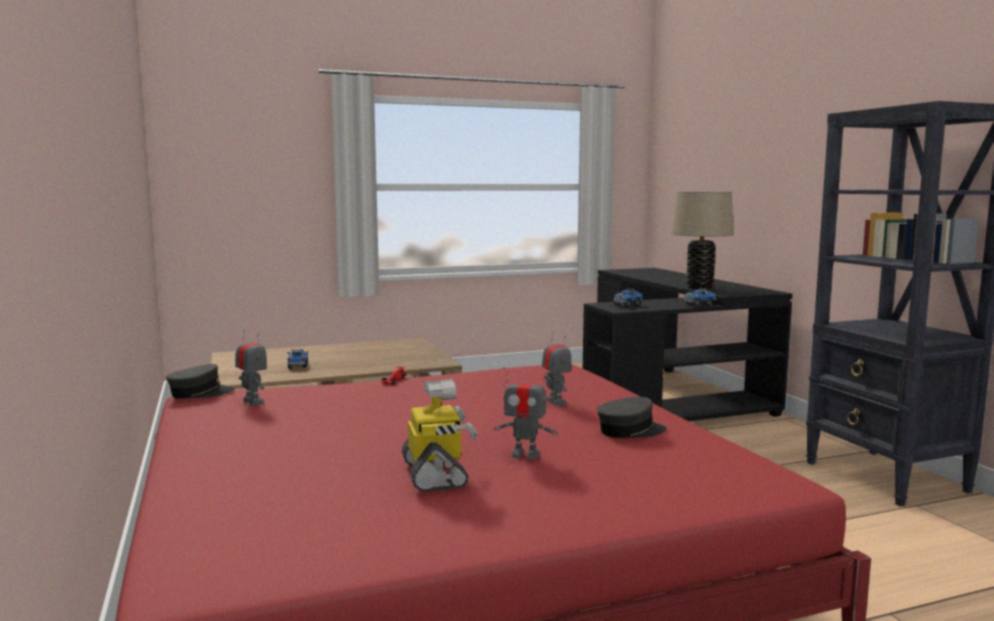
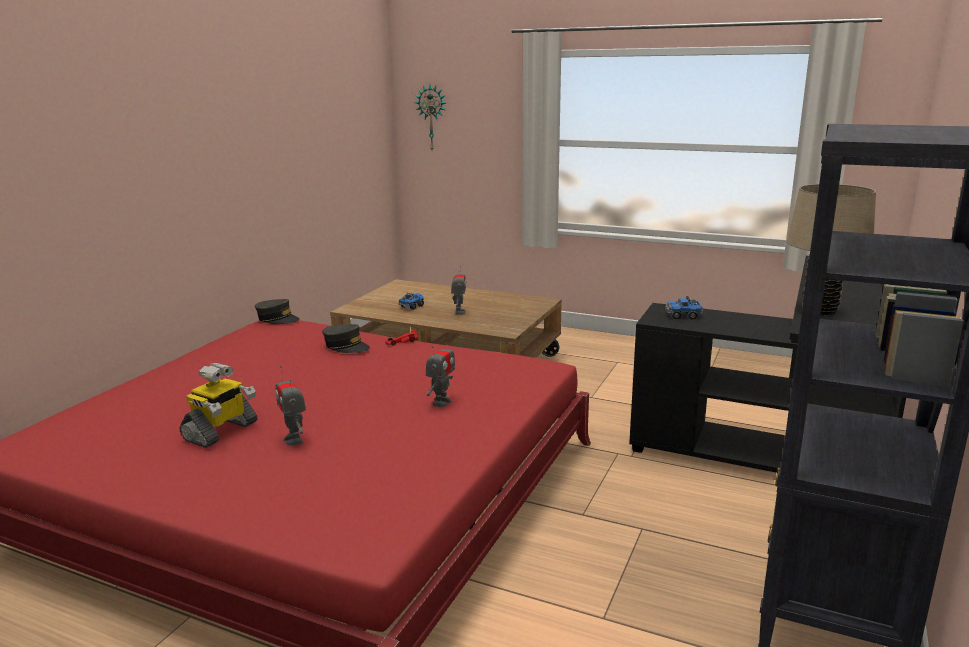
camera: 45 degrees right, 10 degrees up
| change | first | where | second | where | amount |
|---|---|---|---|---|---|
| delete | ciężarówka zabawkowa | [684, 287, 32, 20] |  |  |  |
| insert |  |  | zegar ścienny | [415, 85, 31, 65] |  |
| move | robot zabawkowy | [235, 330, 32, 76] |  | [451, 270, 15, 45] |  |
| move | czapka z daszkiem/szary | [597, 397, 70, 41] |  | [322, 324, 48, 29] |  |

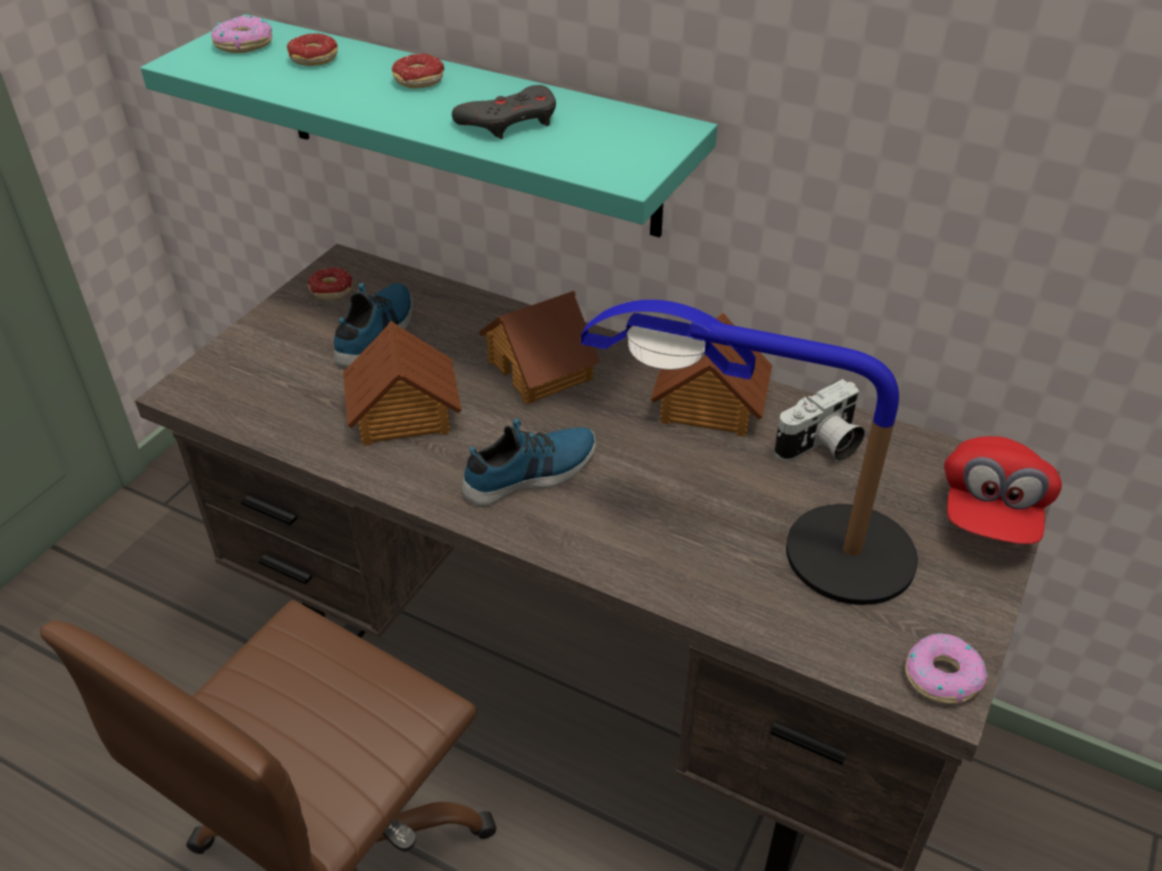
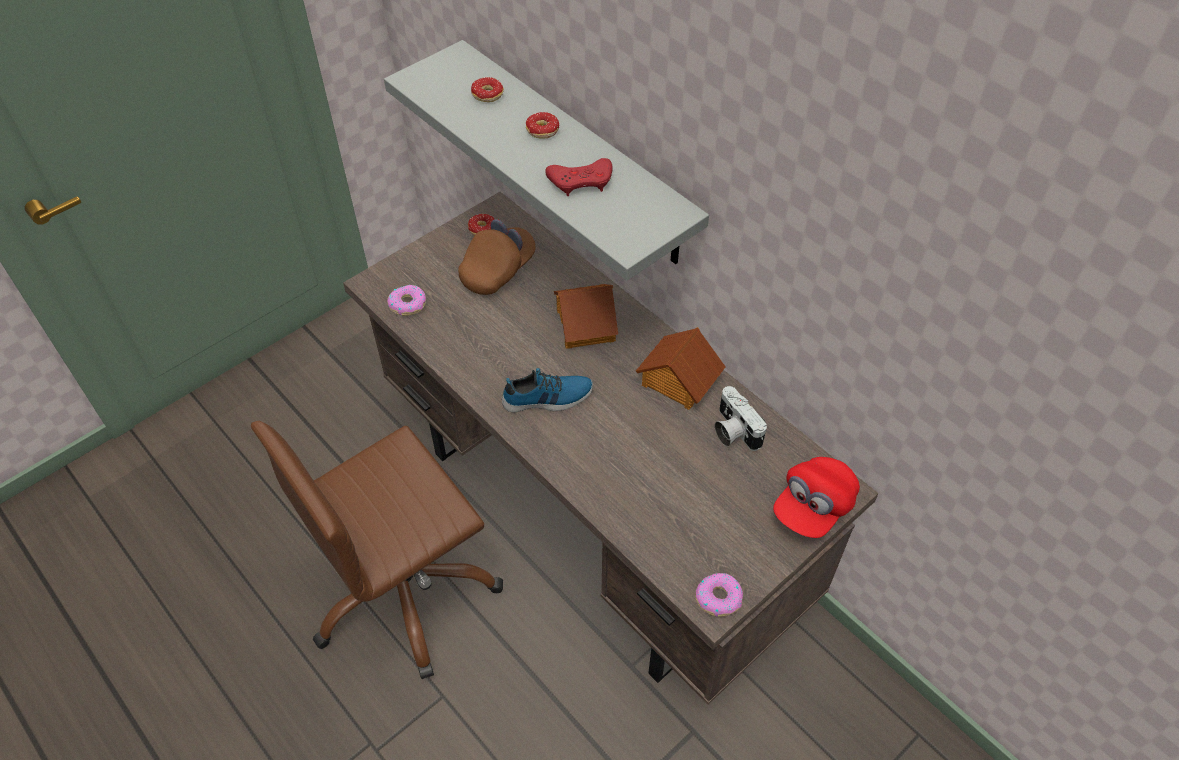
camera: 20 degrees right, 10 degrees up
| change | first | where | second | where | amount |
|---|---|---|---|---|---|
| delete | domek | [343, 321, 119, 125] |  |  |  |
| delete | lampa stołowa | [581, 300, 337, 305] |  |  |  |
| move | donut | [211, 15, 61, 38] |  | [387, 285, 39, 31] |  |
| replace | but | [334, 283, 79, 86] | czapka z daszkiem/brązowy | [458, 219, 77, 76] |  |
| recolor | półka/turkusowy | [141, 14, 576, 224] | półka/szary | [384, 40, 325, 241] |  |
| recolor | pad do gier/szary | [452, 85, 104, 54] | pad do gier/czerwony | [545, 158, 68, 38] |  |
| rotate | aparat fotograficzny | [774, 379, 91, 83] |  | [715, 386, 52, 65] | 75 degrees clockwise |

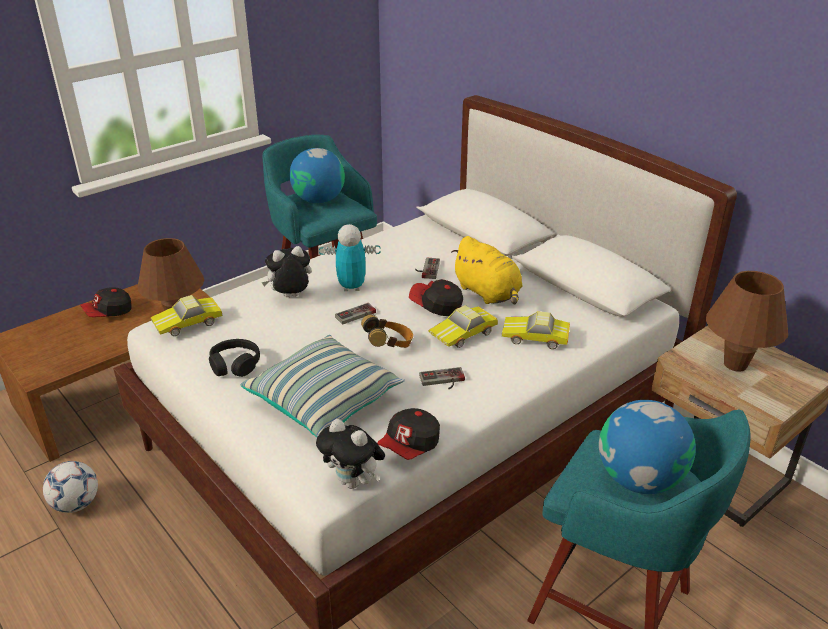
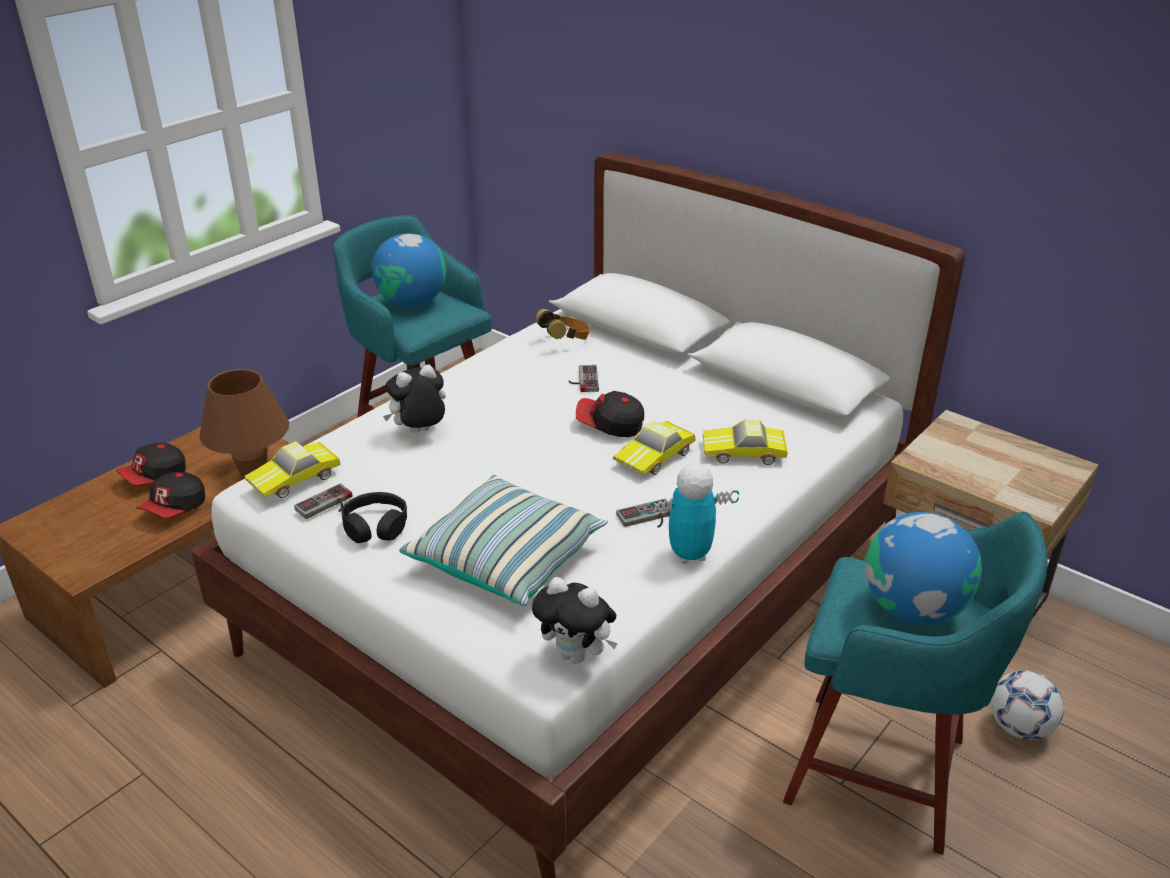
camera: 10 degrees left, 0 degrees up
| change | first | where | second | where | amount |
|---|---|---|---|---|---|
| delete | pluszak/żółty | [451, 236, 72, 69] |  |  |  |
| delete | lampa stołowa/brązowy | [706, 271, 82, 101] |  |  |  |
| move | piłka futbolowa | [43, 461, 55, 52] |  | [991, 670, 73, 70] |  |
| move | robot zabawkowy | [319, 224, 62, 67] |  | [647, 464, 92, 100] |  |
| move | pad do gier | [335, 303, 41, 21] |  | [294, 483, 58, 36] |  |
| move | słuchawki | [361, 314, 52, 34] |  | [535, 308, 55, 32] |  |
| move | czapka z daszkiem | [377, 408, 63, 52] |  | [136, 472, 69, 47] |  |

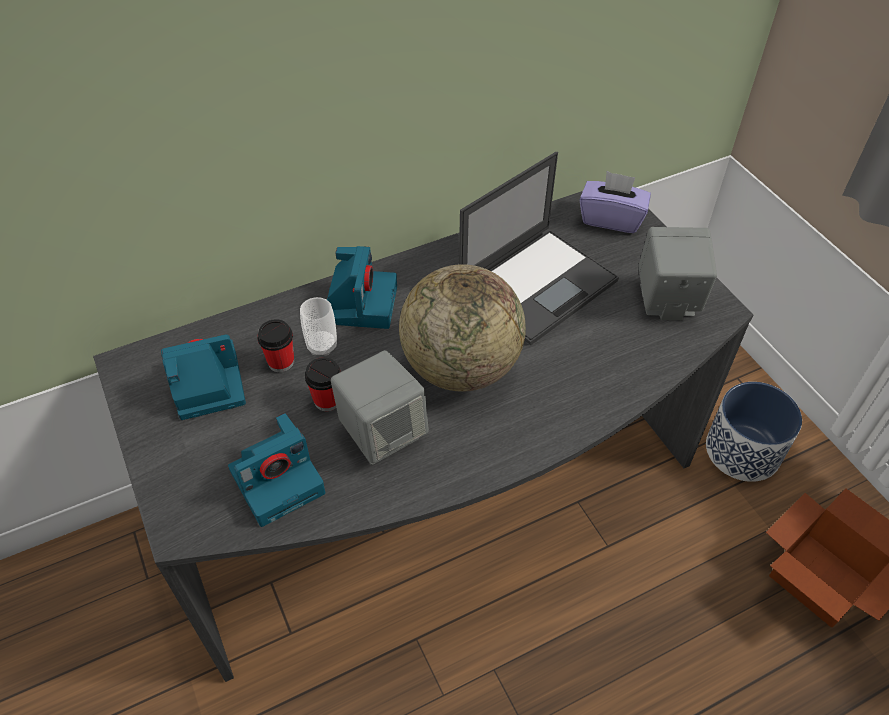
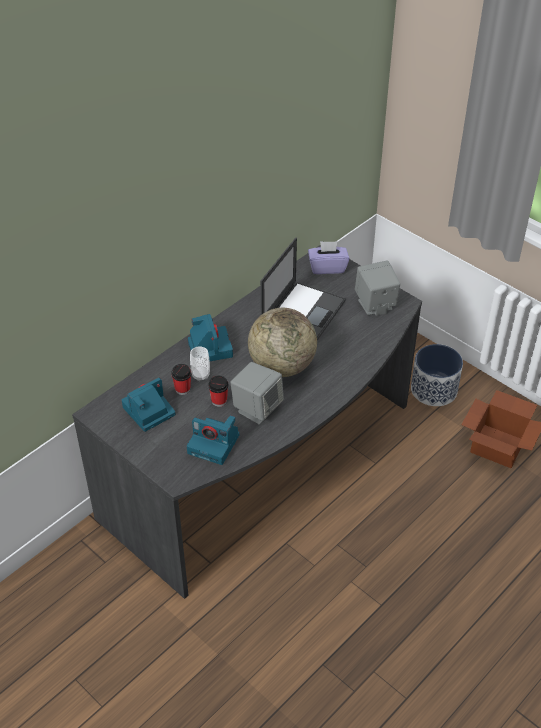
camera: 20 degrees left, 5 degrees down
| change | first | where | second | where | amount |
|---|---|---|---|---|---|
| rotate | aparat fotograficzny | [228, 413, 97, 114] |  | [187, 415, 52, 50] | 75 degrees clockwise |

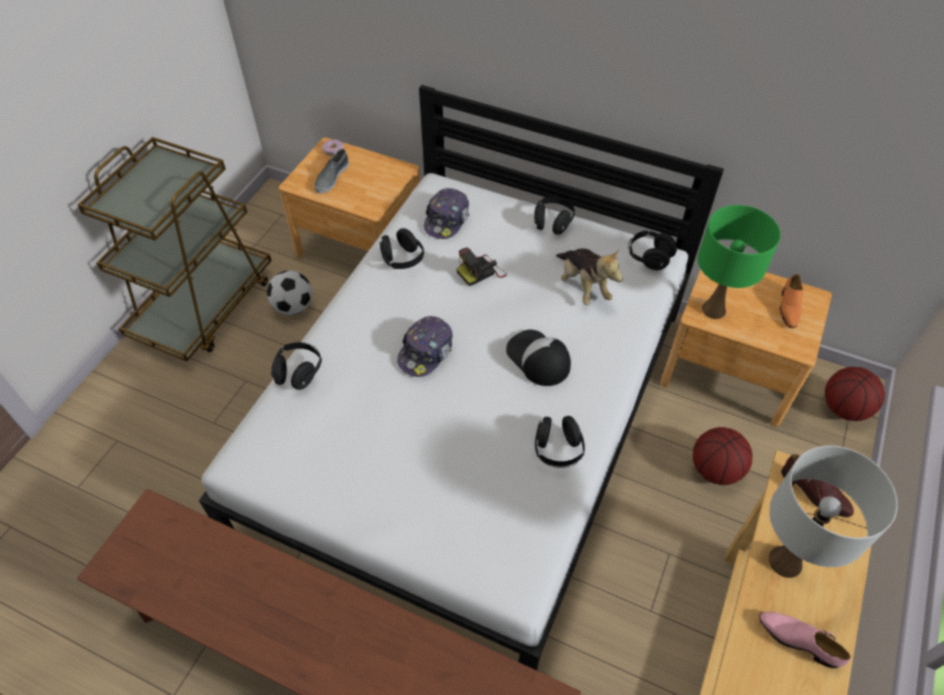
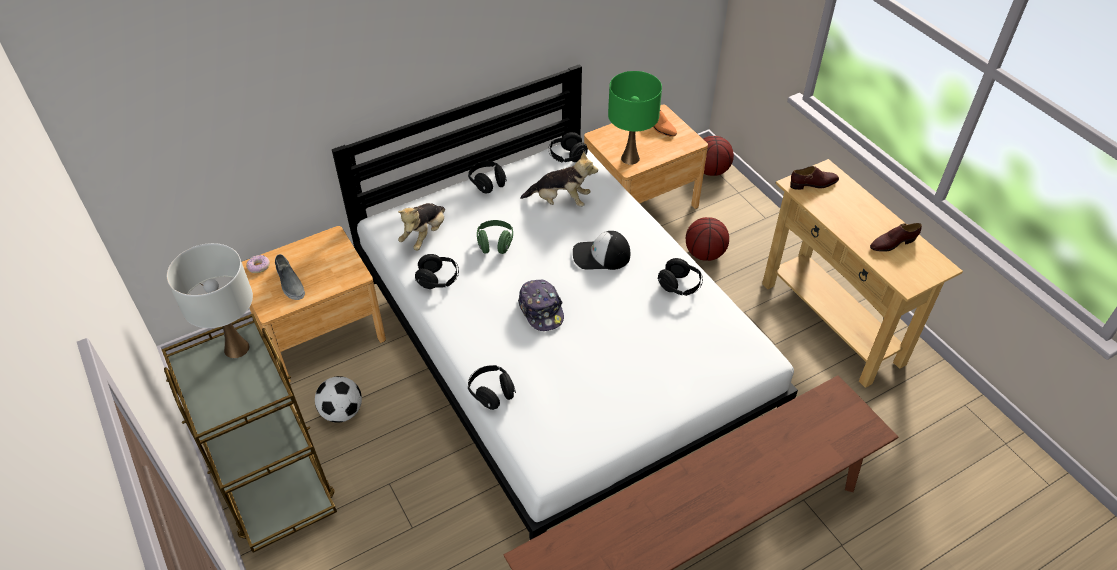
camera: 55 degrees left, 5 degrees down
| change | first | where | second | where | amount |
|---|---|---|---|---|---|
| move | lampa stołowa/biały | [769, 446, 129, 132] |  | [167, 243, 86, 115] |  |
| replace | czapka z daszkiem | [424, 188, 45, 51] | pluszak | [398, 203, 47, 47] |  |
| replace | aparat fotograficzny | [456, 247, 51, 39] | słuchawki/zielony | [477, 220, 36, 34] |  |
| recolor | but/różowy | [759, 612, 92, 56] | but/brązowy | [870, 223, 52, 29] |  |

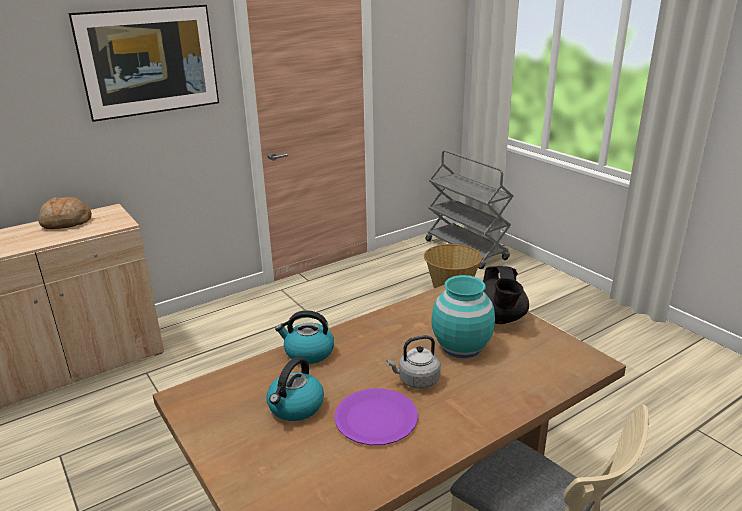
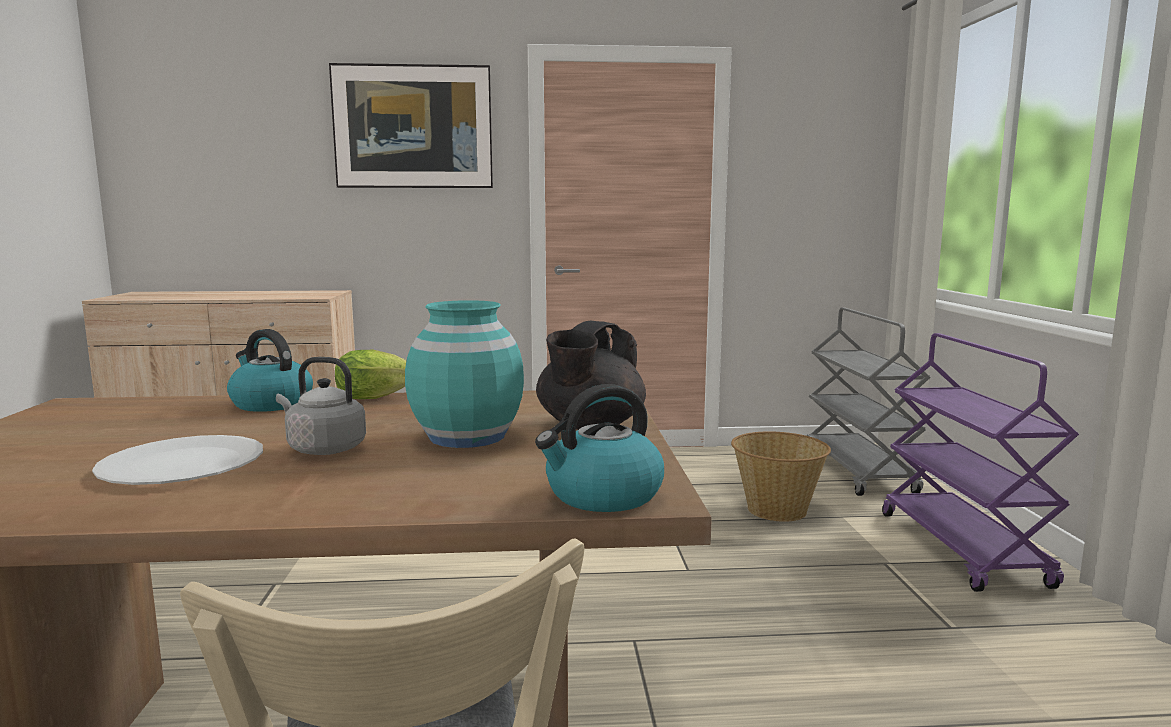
camera: 30 degrees right, 15 degrees down
| change | first | where | second | where | amount |
|---|---|---|---|---|---|
| delete | chleb | [38, 197, 54, 32] |  |  |  |
| insert |  |  | sałata | [335, 350, 72, 49] |  |
| insert |  |  | wózek/fioletowy | [882, 333, 197, 259] |  |
| move | czajnik | [266, 357, 58, 64] |  | [535, 384, 129, 128] |  |
| recolor | talerz/fioletowy | [334, 388, 84, 57] | talerz/biały | [92, 435, 171, 50] |  |

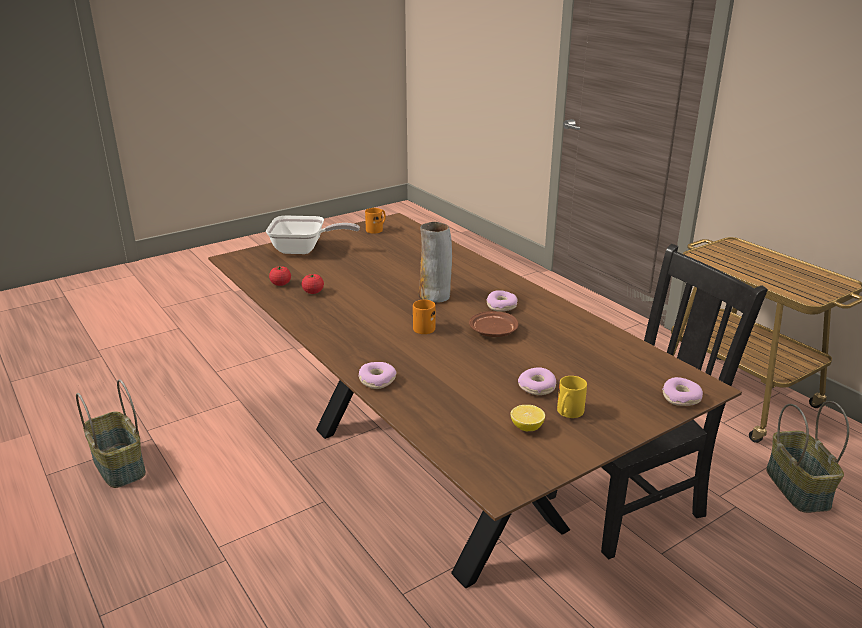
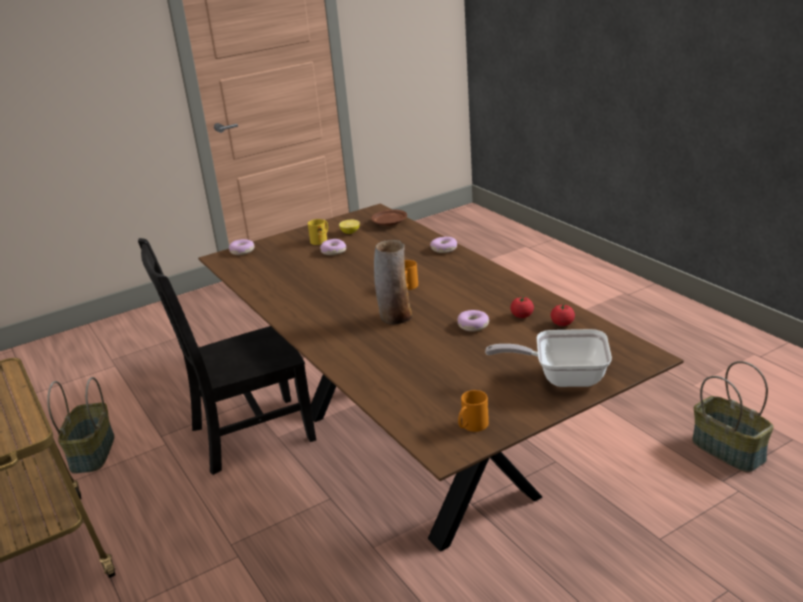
camera: 175 degrees left, 0 degrees up
| change | first | where | second | where | amount |
|---|---|---|---|---|---|
| move | talerz/brązowy | [469, 311, 49, 26] |  | [371, 210, 36, 16] |  |
| move | donut | [486, 290, 32, 21] |  | [457, 310, 33, 22] |  |

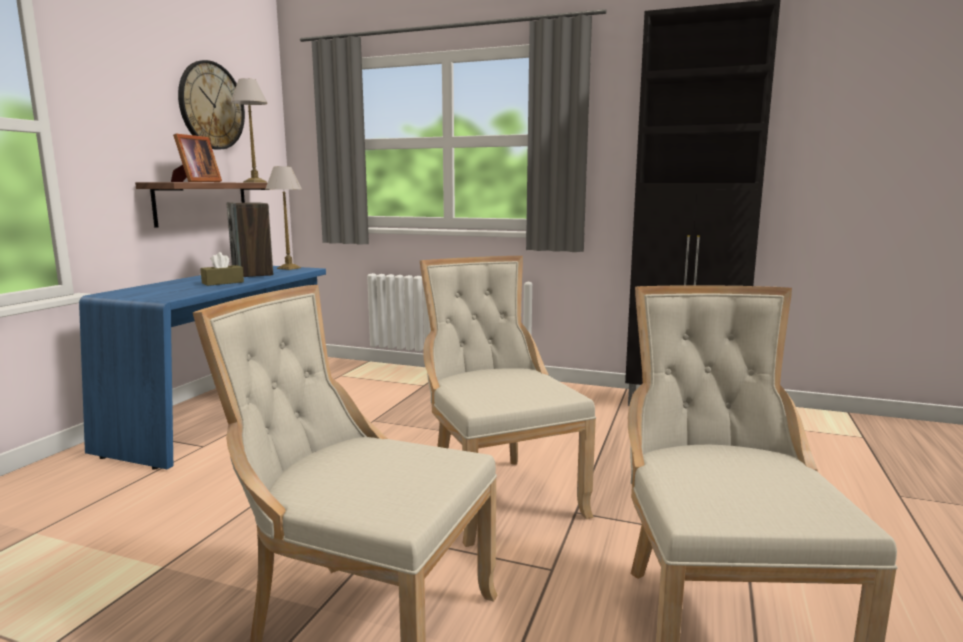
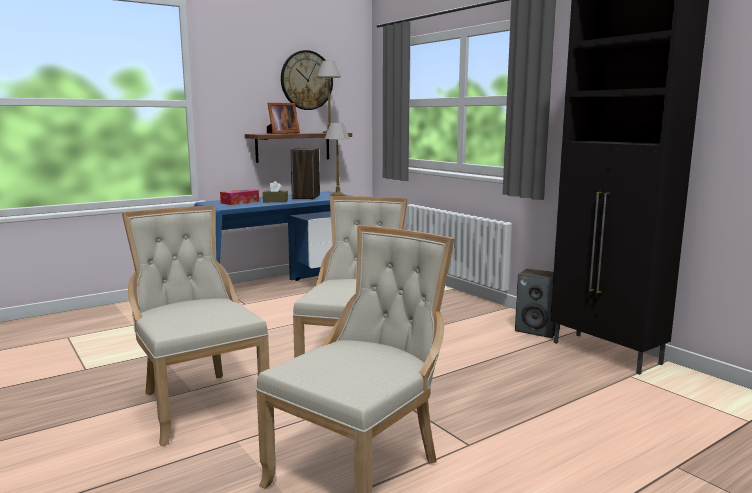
camera: 35 degrees right, 0 degrees up
| change | first | where | second | where | amount |
|---|---|---|---|---|---|
| insert |  |  | pudełko chusteczek | [220, 189, 39, 16] |  |
| insert |  |  | głośnik | [515, 268, 45, 70] |  |

